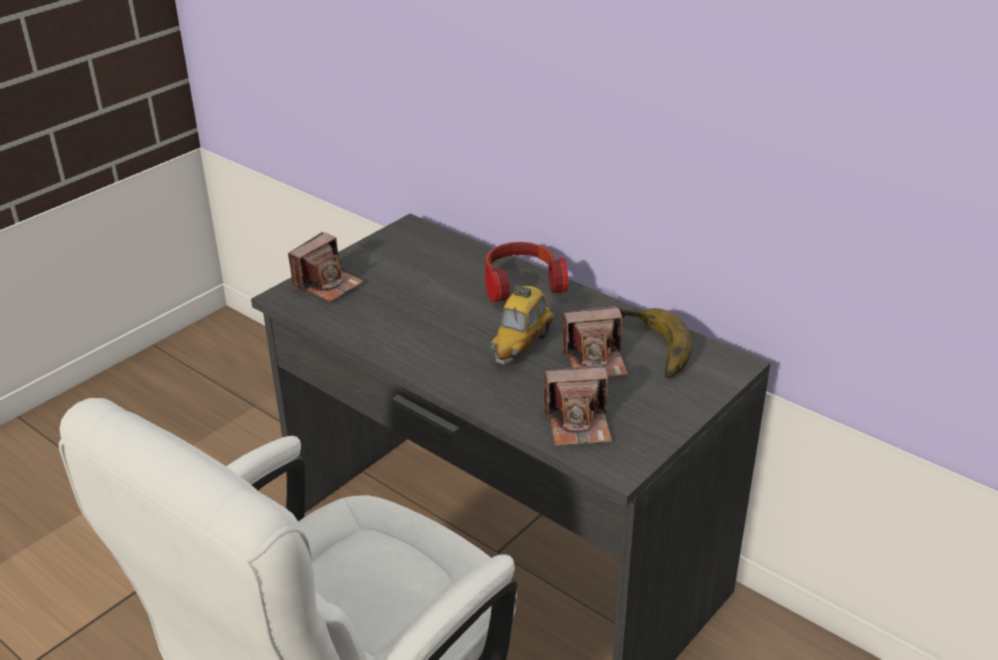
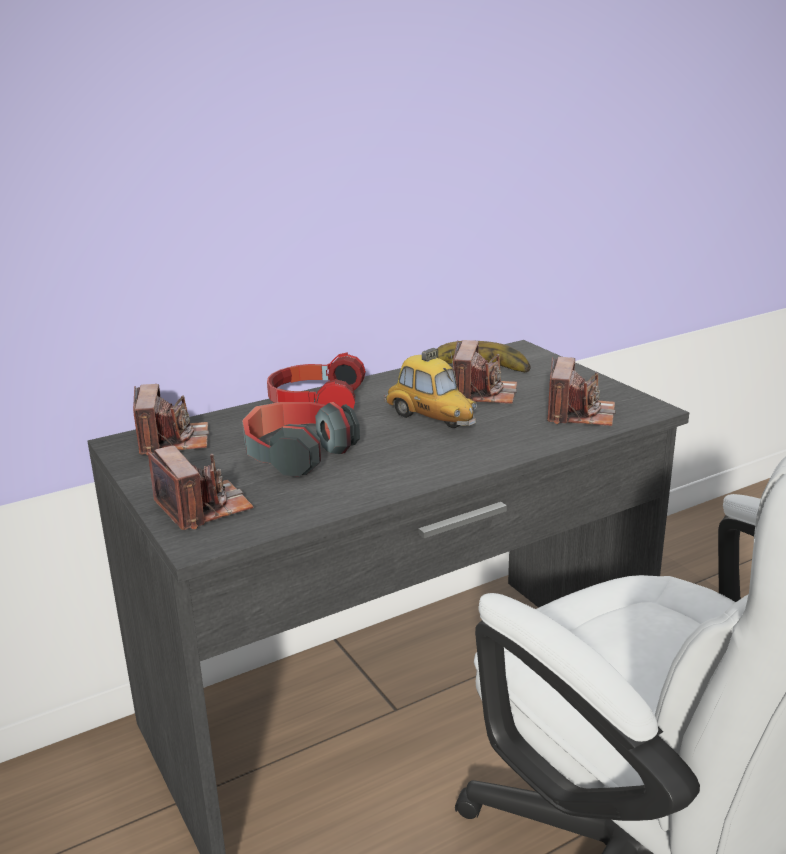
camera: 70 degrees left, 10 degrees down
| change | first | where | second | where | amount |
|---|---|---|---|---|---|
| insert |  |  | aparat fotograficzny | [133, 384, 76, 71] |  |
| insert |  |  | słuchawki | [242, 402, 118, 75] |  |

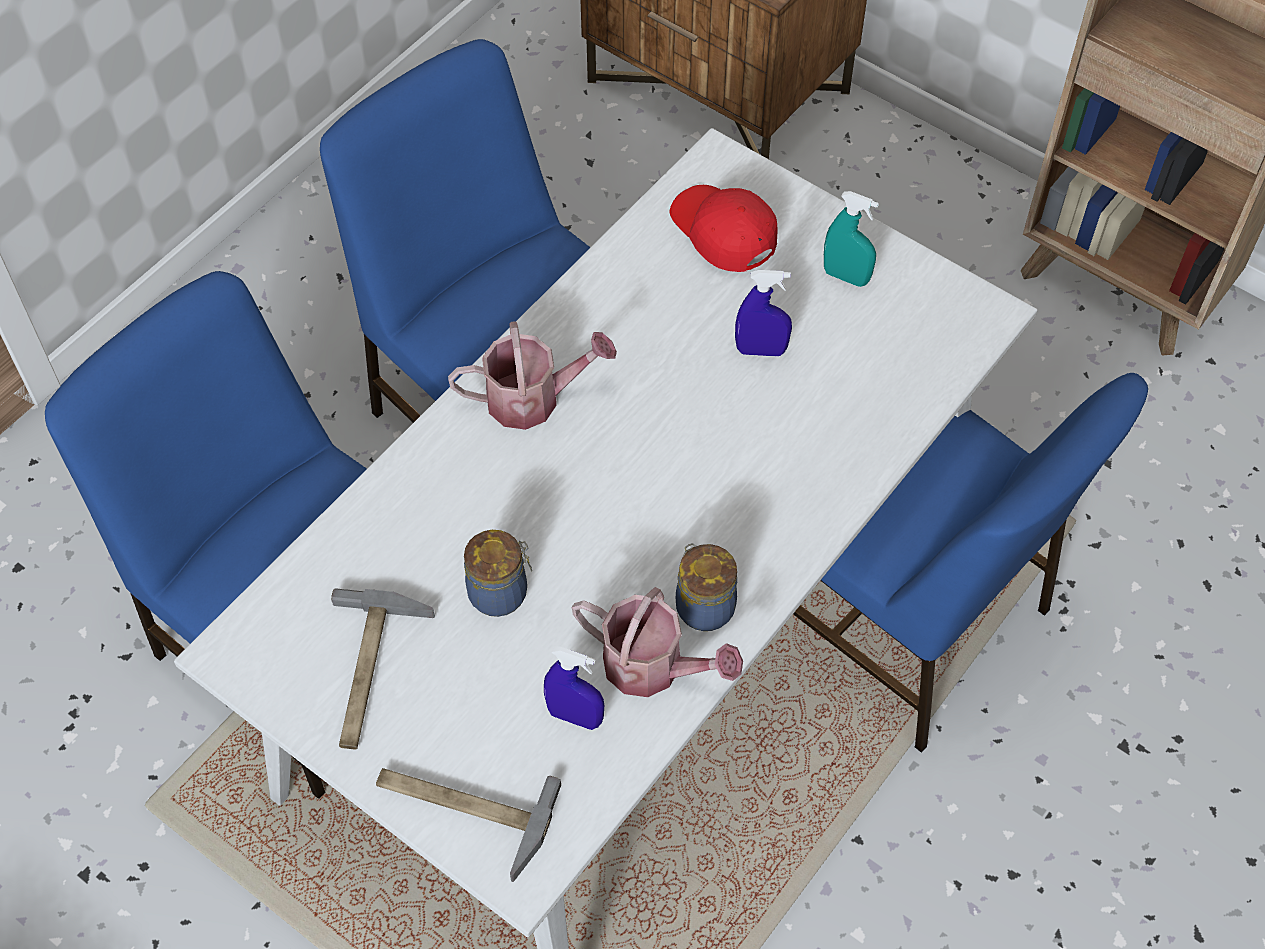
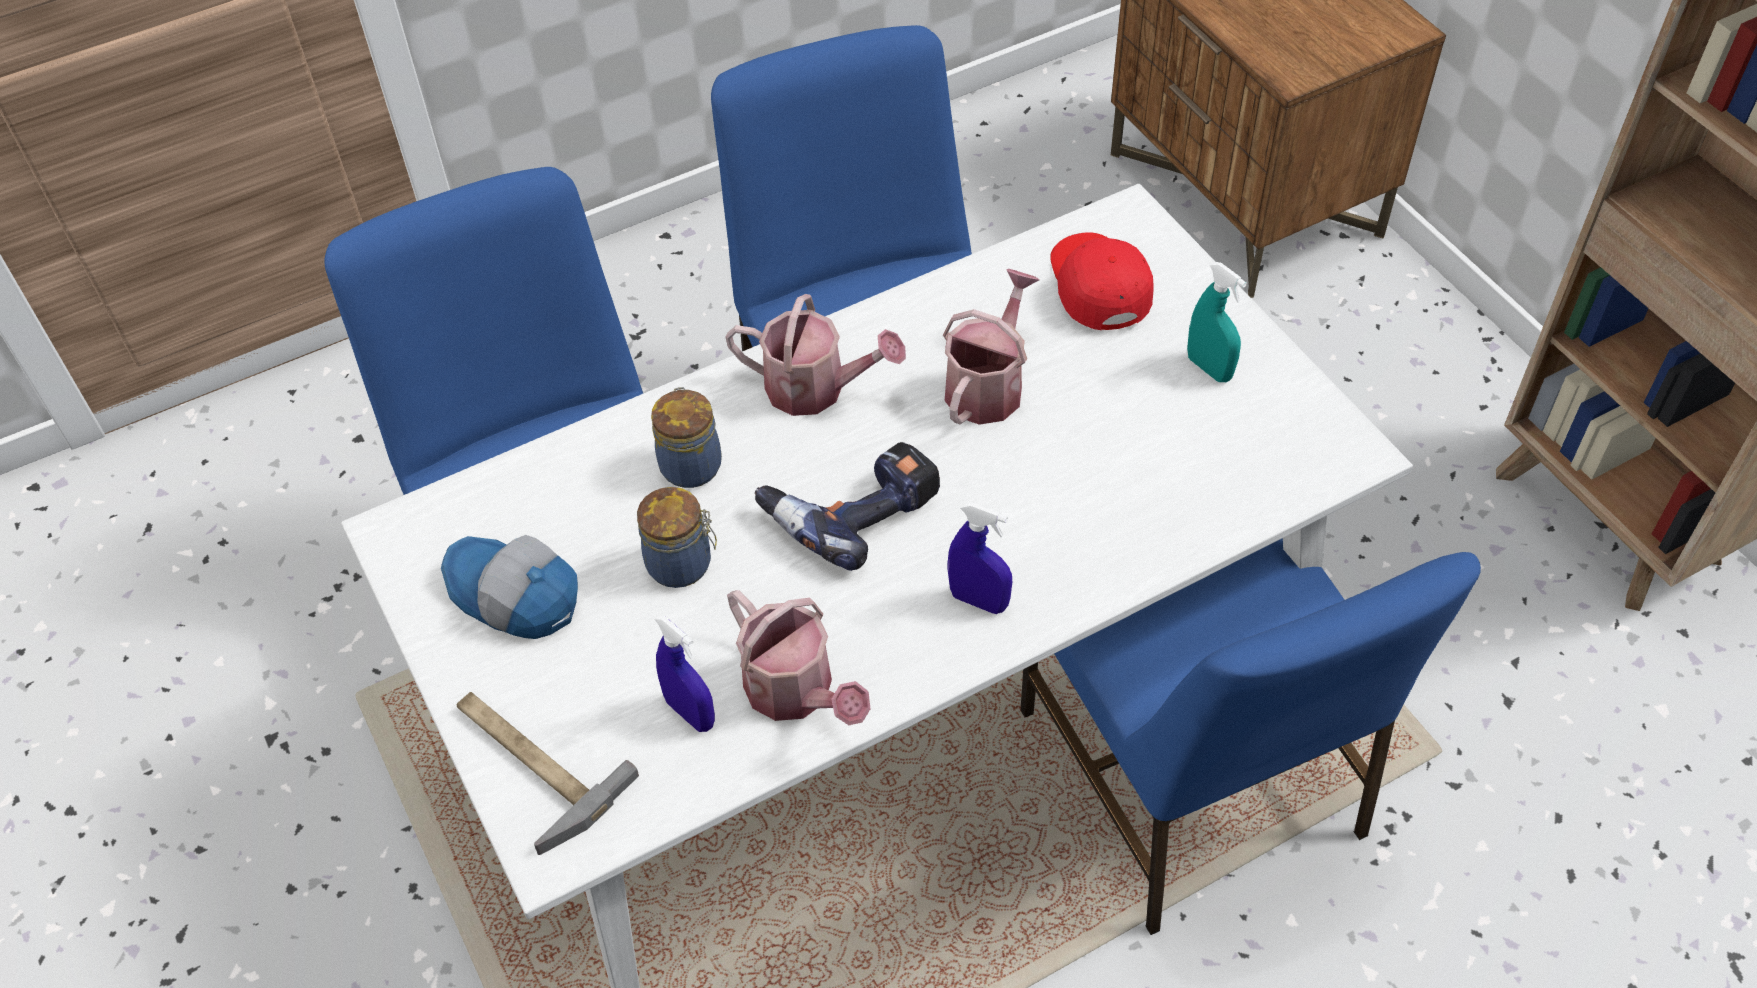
camera: 25 degrees right, 5 degrees down
| change | first | where | second | where | amount |
|---|---|---|---|---|---|
| insert |  |  | wiertarka | [755, 442, 185, 129] |  |
| insert |  |  | konewka | [943, 269, 96, 156] |  |
| move | słoik | [676, 543, 61, 88] |  | [651, 387, 71, 101] |  |
| move | spryskiwacz/niebieski | [735, 270, 57, 86] |  | [947, 502, 65, 112] |  |
| replace | młotek | [331, 588, 104, 162] | czapka z daszkiem | [441, 535, 137, 104] |  |

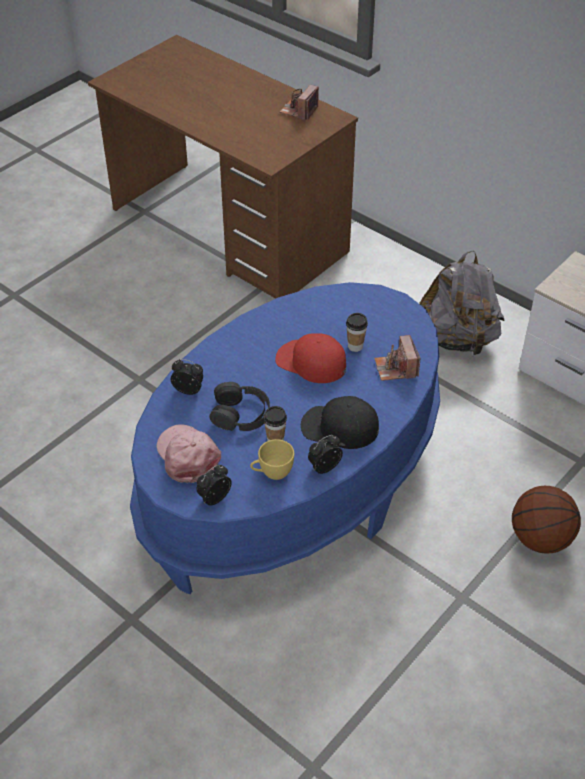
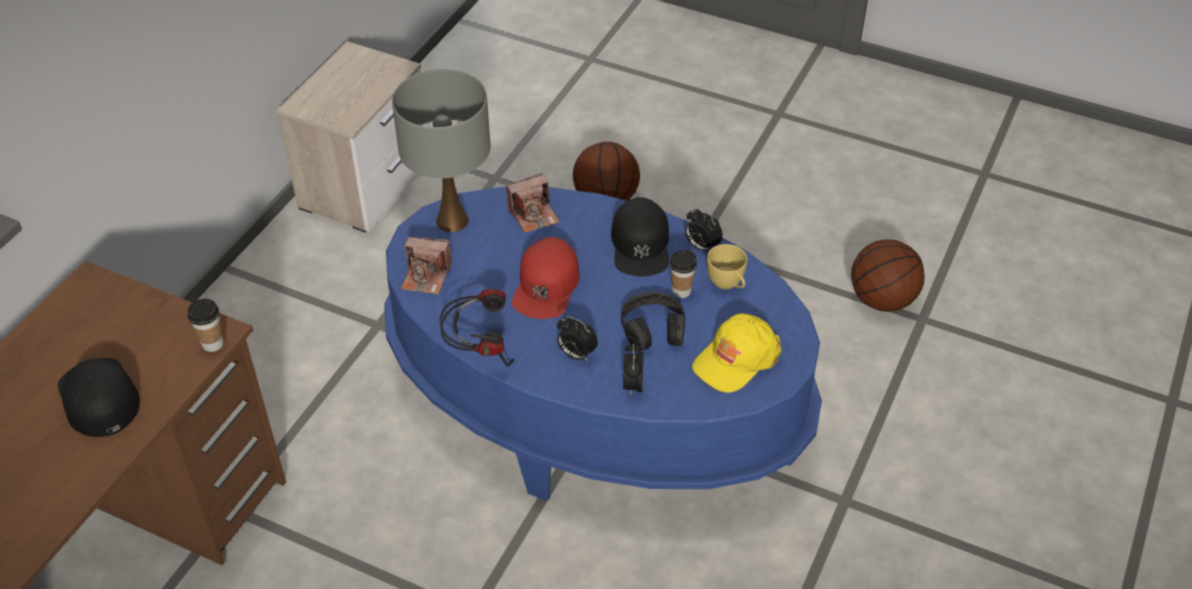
camera: 105 degrees left, 0 degrees up
| change | first | where | second | where | amount |
|---|---|---|---|---|---|
| delete | plecak/szary | [419, 250, 86, 107] |  |  |  |
| insert |  |  | czapka z daszkiem/czarny | [58, 358, 82, 79] |  |
| insert |  |  | lampa stołowa/szary | [392, 69, 99, 163] |  |
| insert |  |  | słuchawki | [439, 289, 75, 78] |  |
| insert |  |  | piłka do koszykówki | [851, 239, 74, 73] |  |
| move | budzik | [196, 465, 36, 41] |  | [557, 316, 41, 45] |  |
| move | aparat fotograficzny | [280, 85, 39, 35] |  | [401, 237, 51, 57] |  |
| move | filiżanka | [346, 313, 22, 39] |  | [188, 299, 36, 53] |  |
| recolor | czapka z daszkiem/różowy | [157, 424, 64, 59] | czapka z daszkiem/żółty | [692, 313, 90, 80] |  |

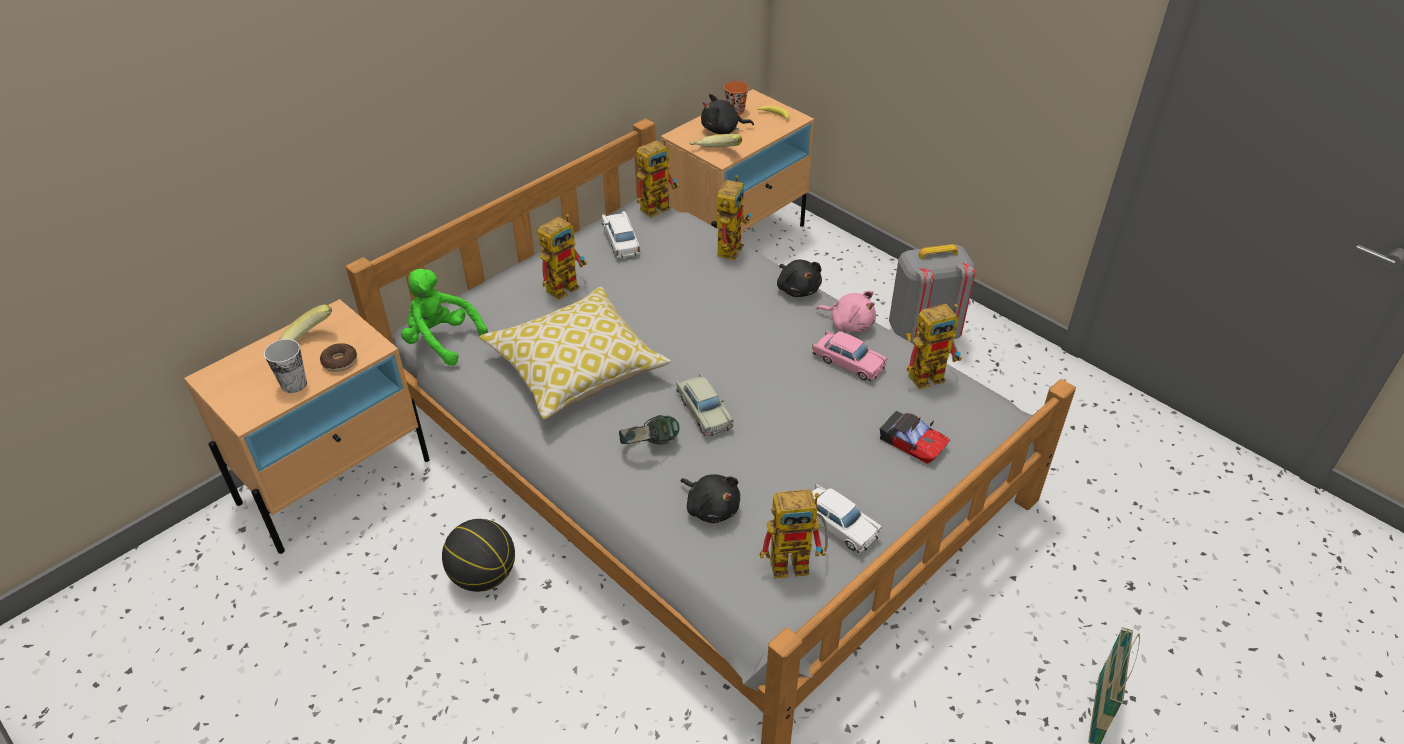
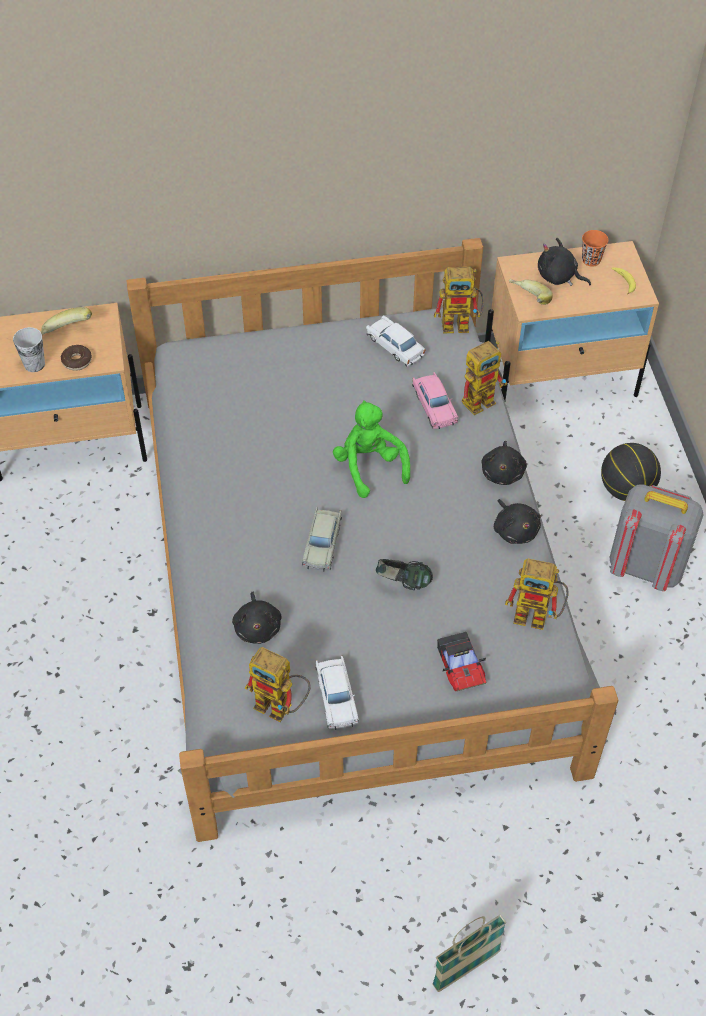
camera: 35 degrees right, 10 degrees up
| change | first | where | second | where | amount |
|---|---|---|---|---|---|
| delete | poduszka | [479, 287, 192, 132] |  |  |  |
| delete | robot zabawkowy | [538, 214, 49, 86] |  |  |  |
| move | pluszak/zielony | [401, 268, 87, 98] |  | [333, 400, 77, 98] |  |
| move | piłka do koszykówki | [442, 519, 73, 73] |  | [601, 443, 60, 58] |  |
| move | słuchawki | [619, 415, 61, 29] |  | [376, 559, 57, 31] |  |
| move | samochodzik/różowy | [812, 331, 75, 50] |  | [412, 372, 47, 57] |  |
| recolor | pluszak/różowy | [817, 291, 59, 41] | pluszak/czarny | [494, 499, 47, 45] |  |
| rotate | samochodzik/biały | [602, 211, 38, 47] |  | [366, 315, 59, 52] | 60 degrees counterclockwise |

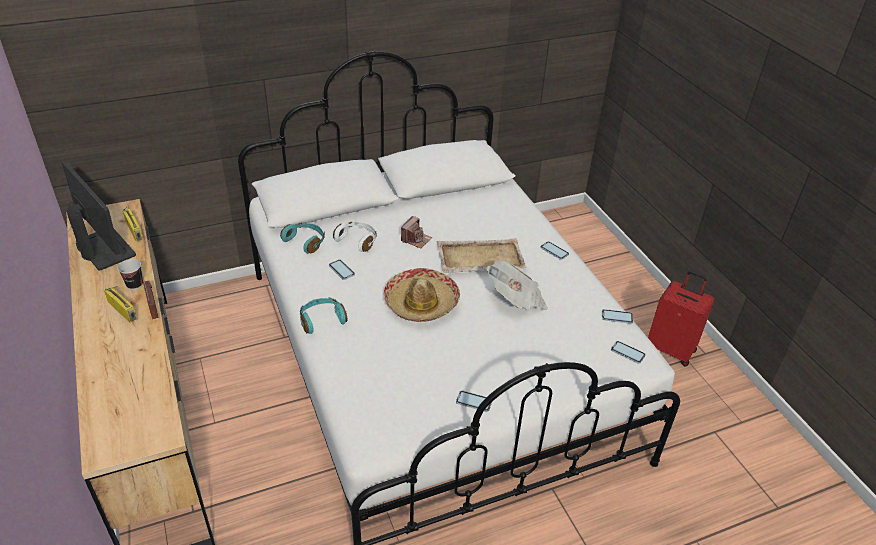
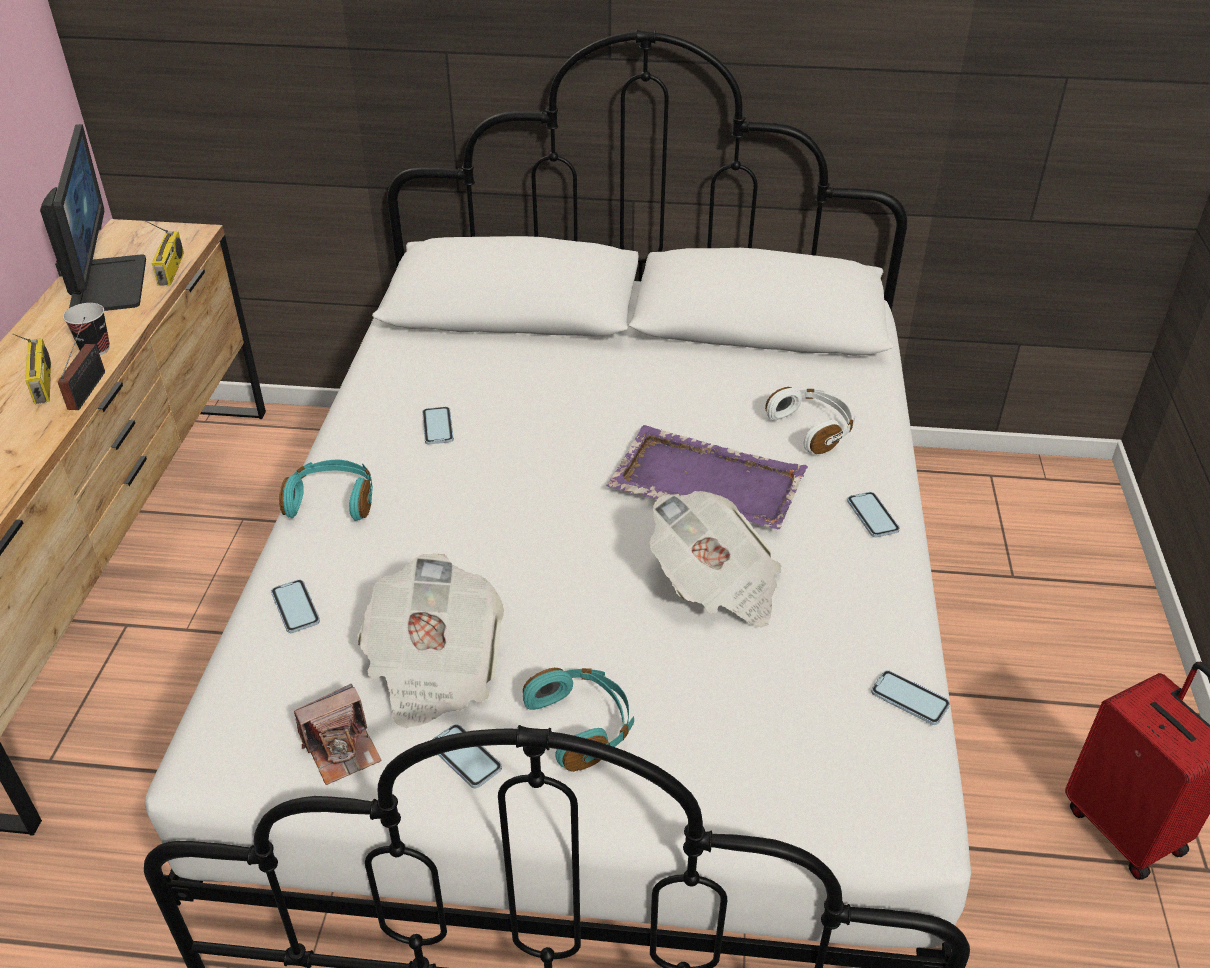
camera: 30 degrees right, 0 degrees up
| change | first | where | second | where | amount |
|---|---|---|---|---|---|
| delete | kapelusz | [384, 268, 76, 54] |  |  |  |
| insert |  |  | gazeta | [358, 553, 146, 175] |  |
| move | słuchawki/turkusowy | [280, 222, 45, 32] |  | [523, 668, 111, 104] |  |
| move | słuchawki/biały | [333, 221, 44, 31] |  | [765, 387, 90, 67] |  |
| move | aparat fotograficzny | [401, 216, 31, 33] |  | [294, 684, 87, 101] |  |
| move | telefon | [611, 341, 35, 23] |  | [271, 580, 49, 53] |  |
| recolor | taca/beżowy | [437, 238, 89, 35] | taca/fioletowy | [606, 425, 202, 104] |  |

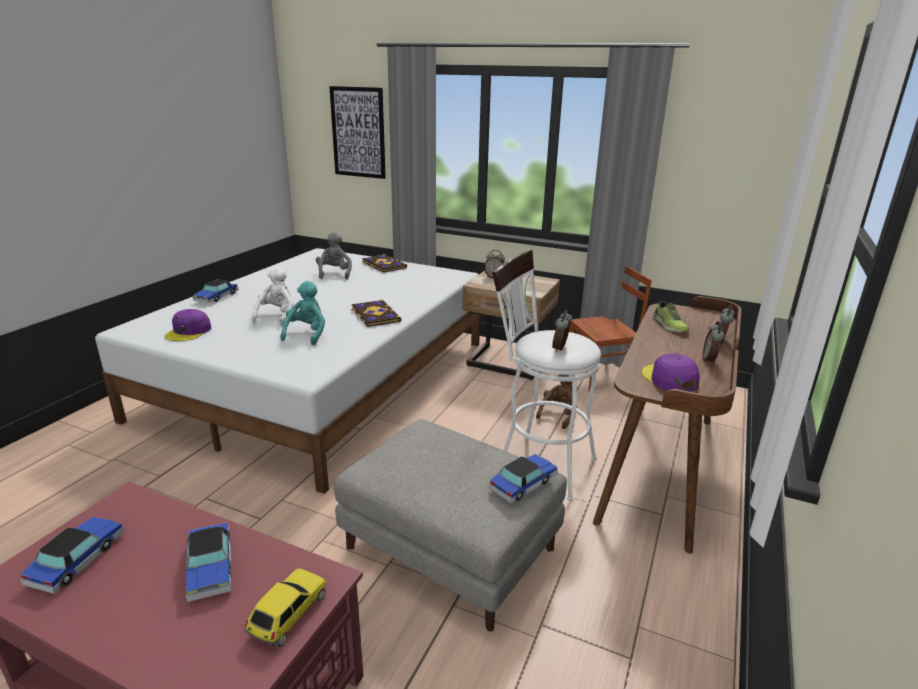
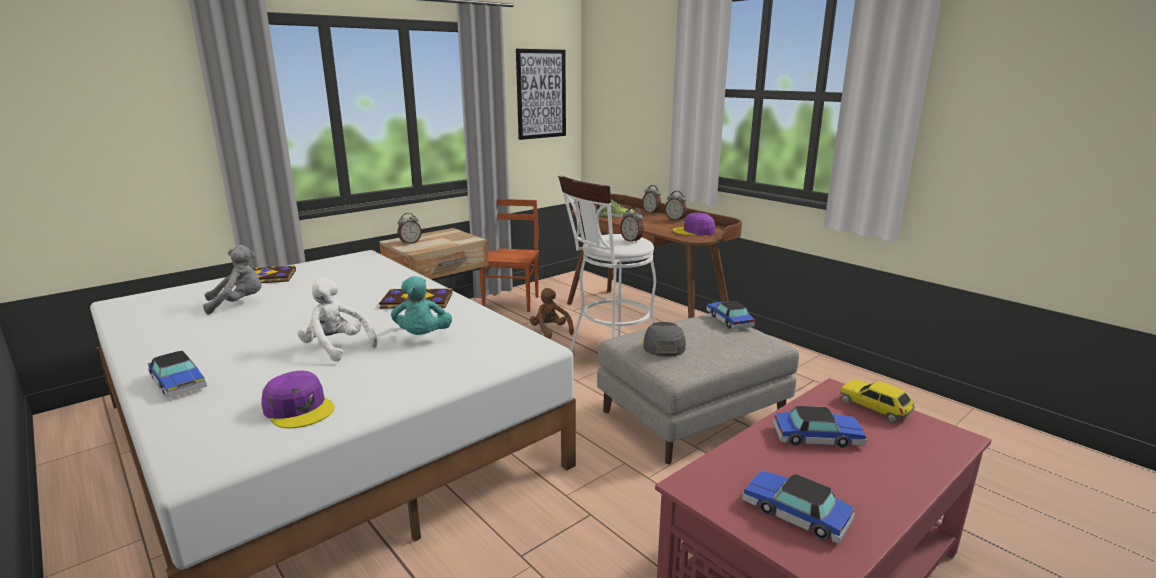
camera: 65 degrees left, 5 degrees down
| change | first | where | second | where | amount |
|---|---|---|---|---|---|
| insert |  |  | czapka z daszkiem/szary | [642, 322, 44, 35] |  |
| move | obraz | [329, 86, 57, 93] |  | [516, 49, 50, 91] |  |
| rotate | pluszak/turkusowy | [281, 281, 44, 64] |  | [391, 276, 61, 59] | 135 degrees counterclockwise |
| rotate | pluszak/szary | [316, 232, 36, 47] |  | [203, 245, 58, 70] | 135 degrees clockwise |

